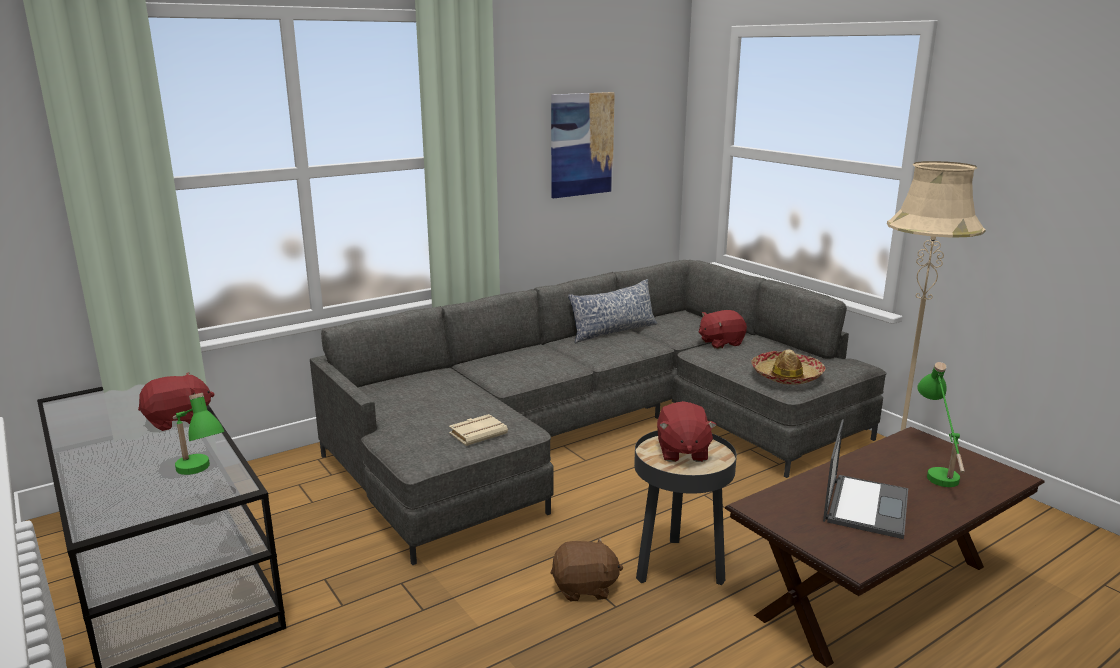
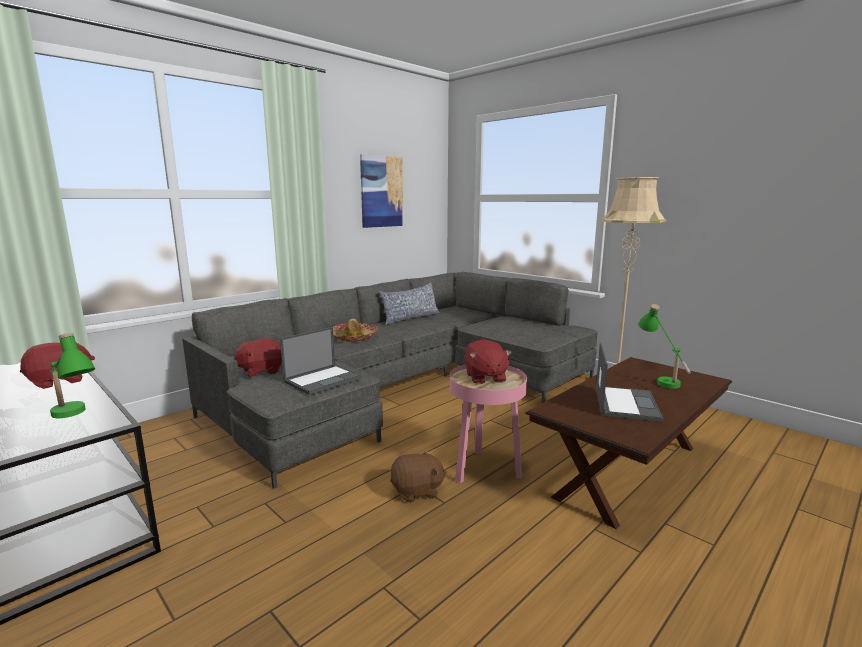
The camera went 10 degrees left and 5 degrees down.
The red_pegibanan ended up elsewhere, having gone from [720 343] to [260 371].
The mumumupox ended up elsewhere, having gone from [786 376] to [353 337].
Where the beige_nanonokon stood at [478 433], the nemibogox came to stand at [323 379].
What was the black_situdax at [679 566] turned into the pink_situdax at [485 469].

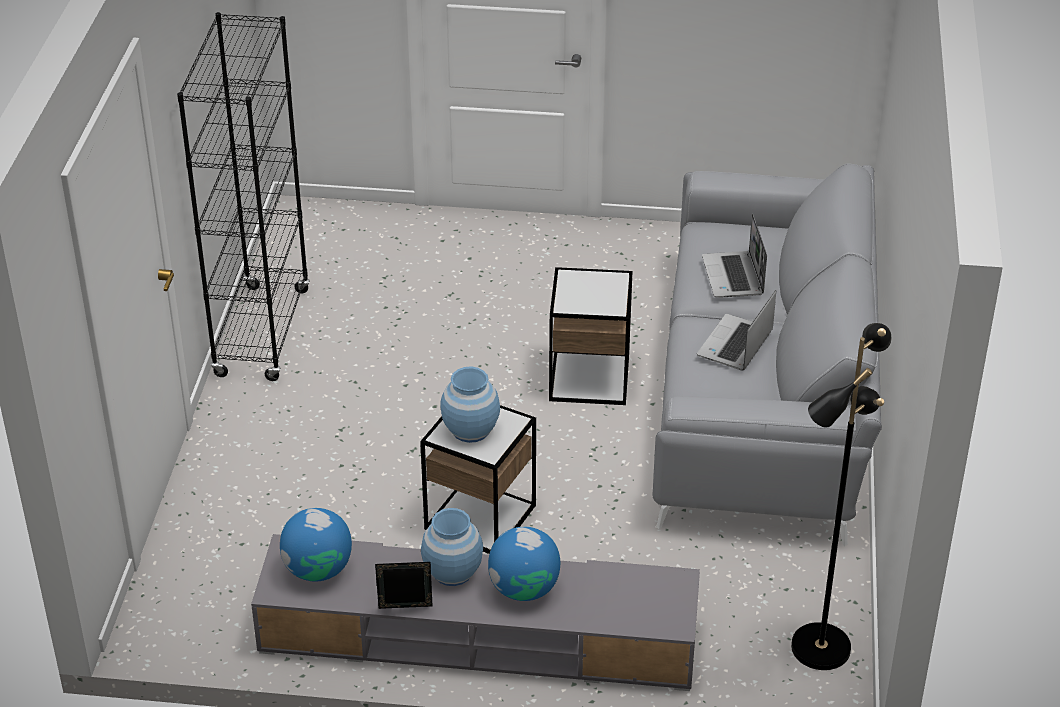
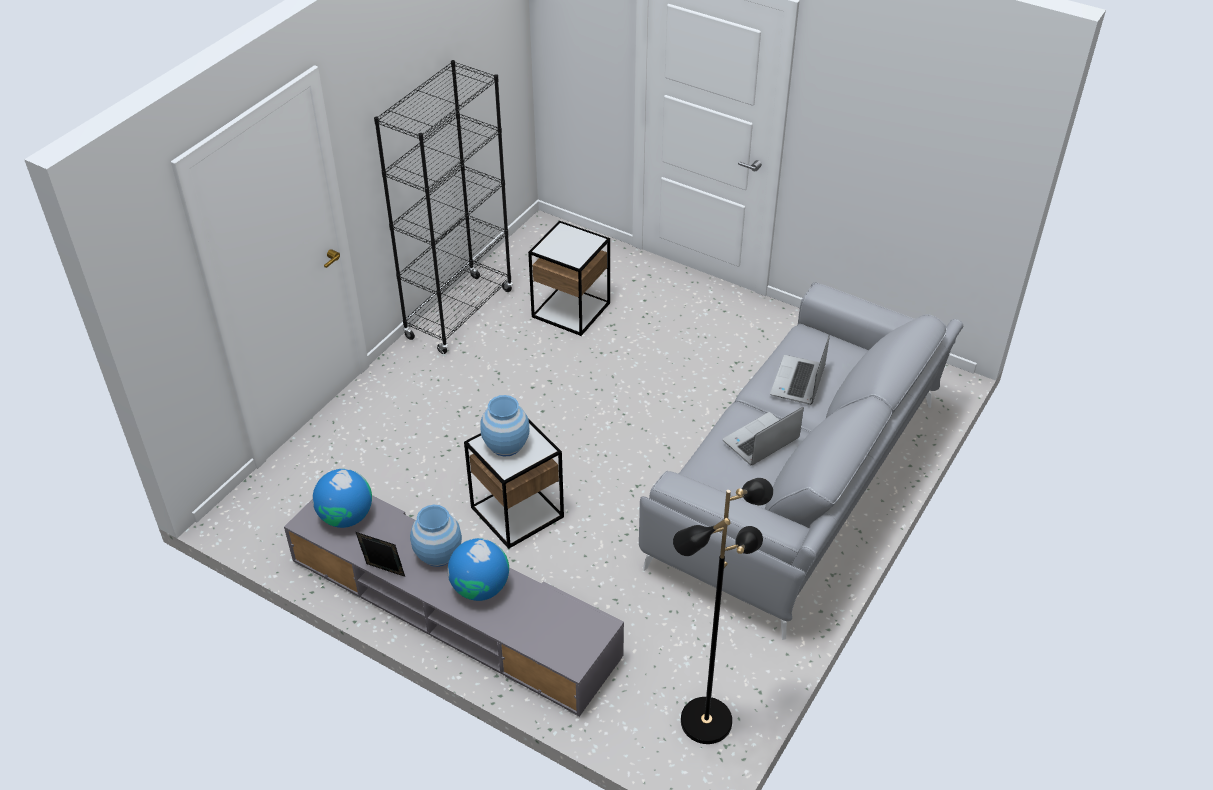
The camera went 25 degrees right and 5 degrees up.
The situdax ended up elsewhere, having gone from [589 378] to [571 310].

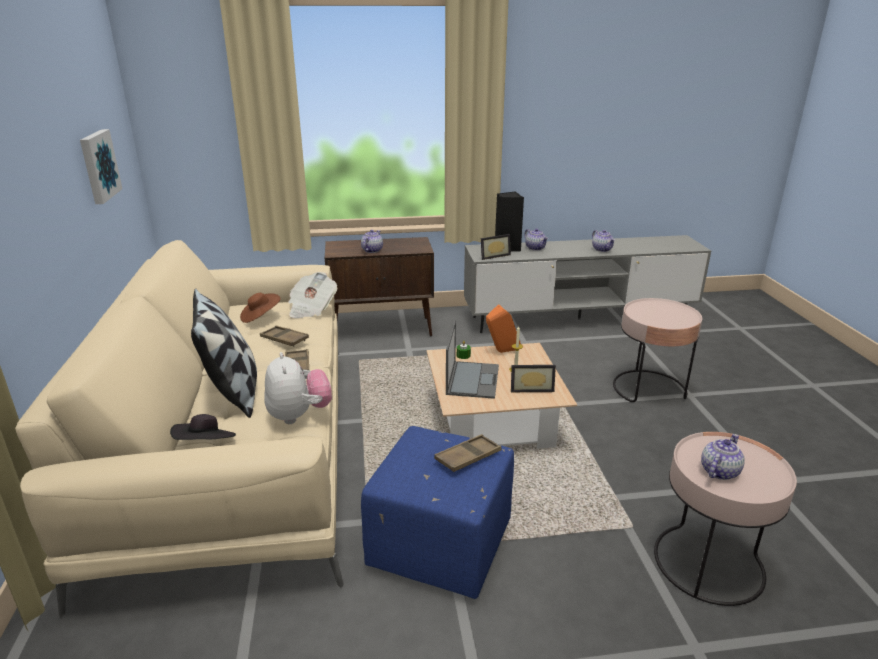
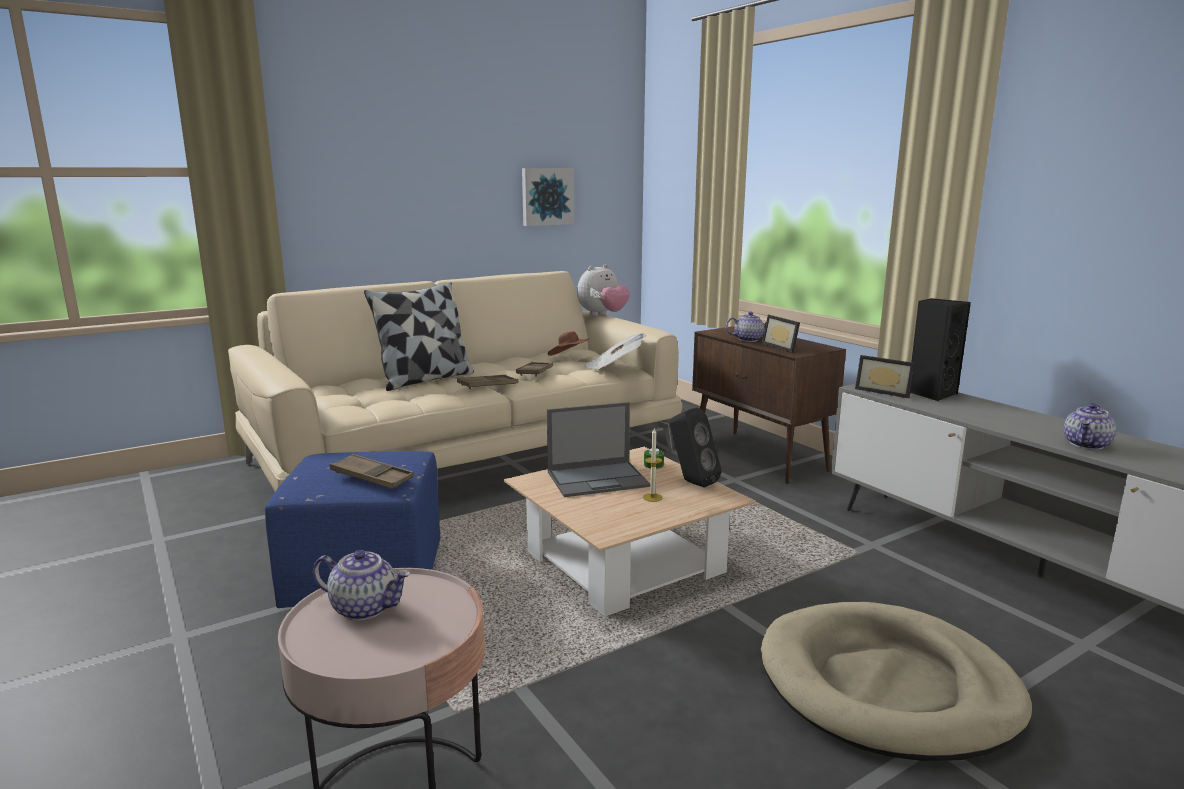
The camera went 65 degrees right and 10 degrees down.
The second view lost the black_mumumupox at [206 445].
The second view lost the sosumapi at [535 248].
The pegibanan ended up elsewhere, having gone from [299 415] to [602 315].
The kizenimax ended up elsewhere, having gone from [531 388] to [783 347].
Where the pink_situdax stood at [649 388], the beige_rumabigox came to stand at [887 686].
What was the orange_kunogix at [501 352] turned into the black_kunogix at [691 482].

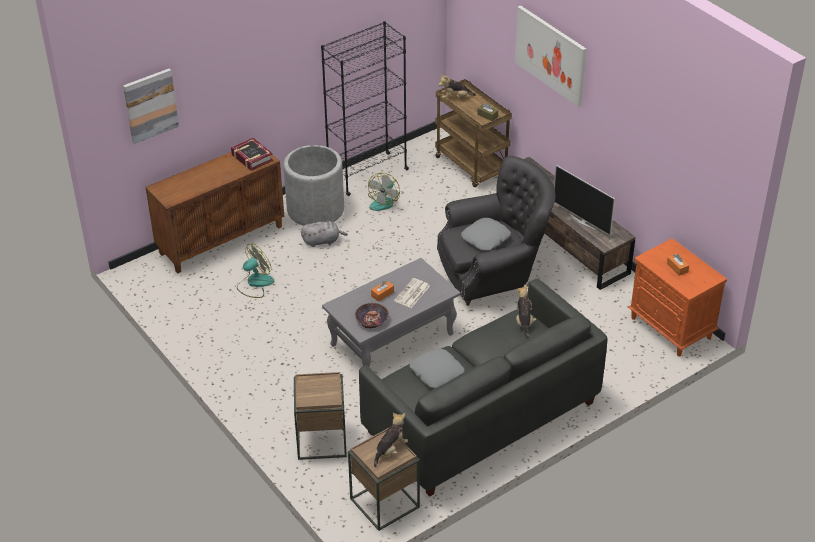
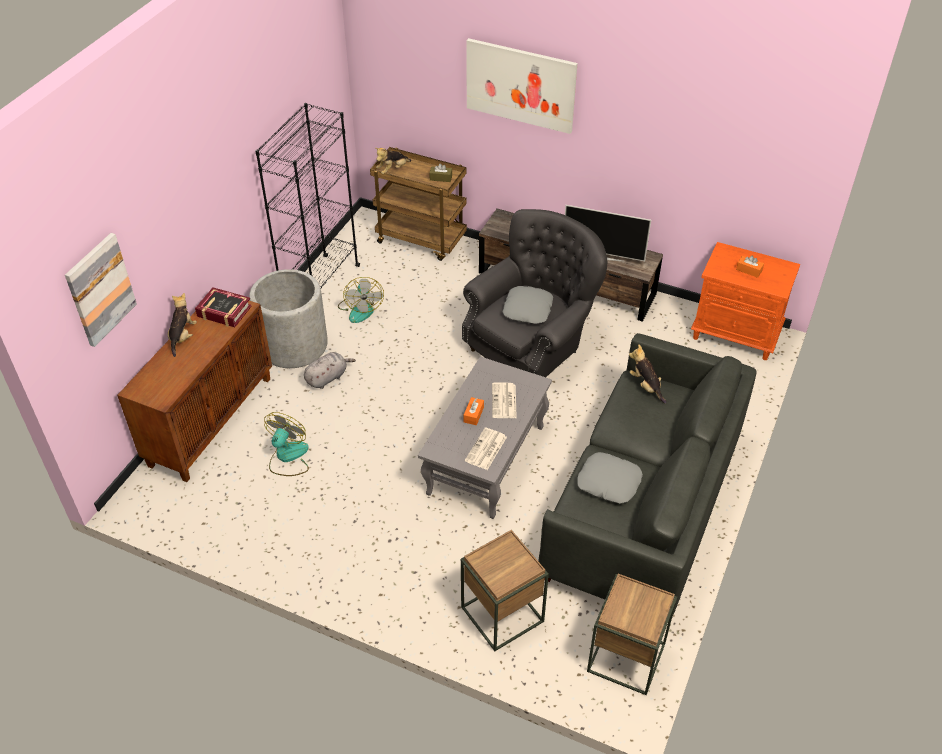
The camera went 30 degrees left and 5 degrees up.
The pegibanan ended up elsewhere, having gone from [390 450] to [182 336].
Where the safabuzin stood at [371 320], the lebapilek came to stand at [486 449].

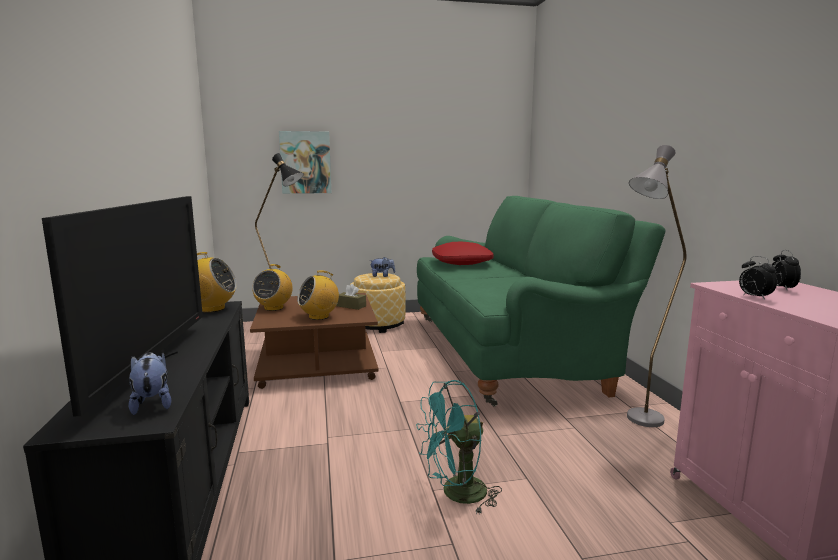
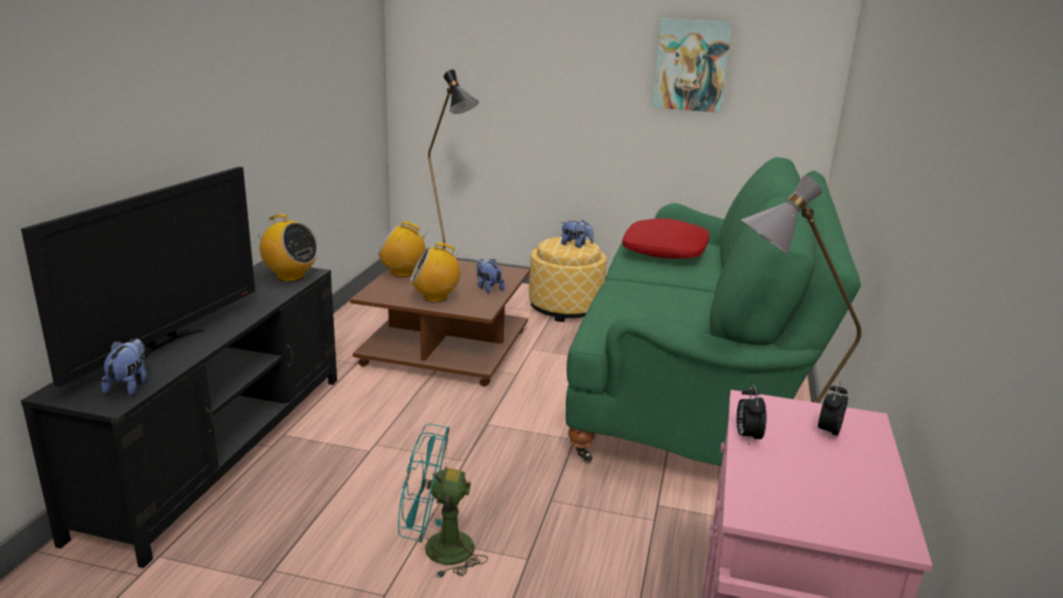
The camera went 25 degrees right and 10 degrees up.
The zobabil ended up elsewhere, having gone from [305 162] to [691 65].
Where the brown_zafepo stood at [351 306], the pegibanan came to stand at [488 288].
The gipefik at [274 308] ended up facing another way, 60 degrees clockwise from before.

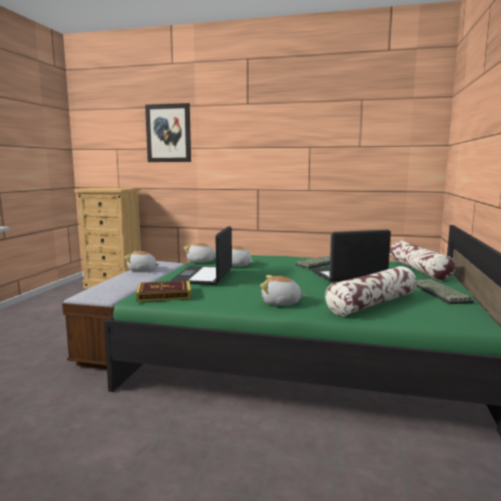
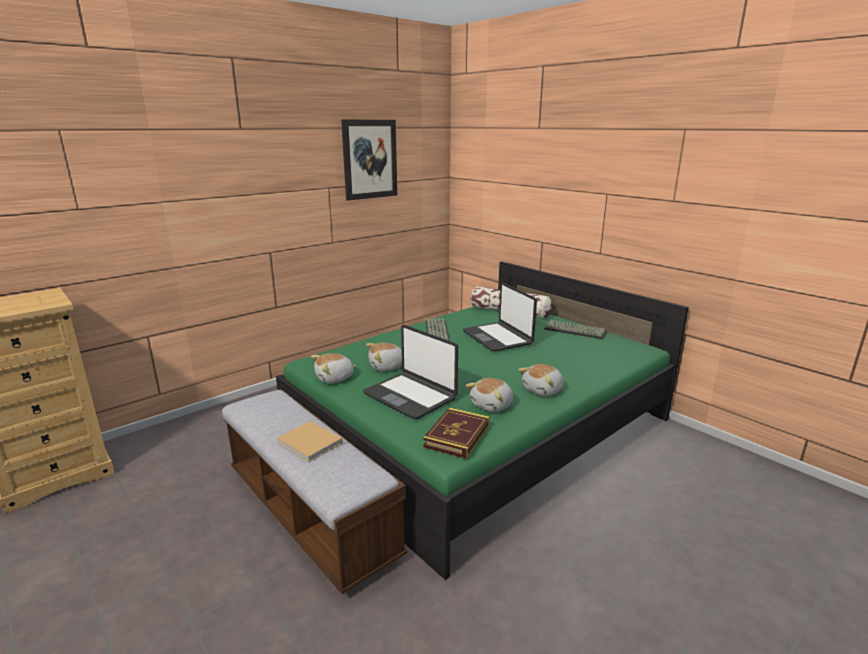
The camera went 55 degrees left and 10 degrees up.
The second view lost the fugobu at [372 304].
The second view gained the beige_nanonokon at [310 444].
The pegibanan ended up elsewhere, having gone from [142 270] to [492 405].
The zobabil ended up elsewhere, having gone from [168 133] to [370 159].
The nemibogox at [348 275] ended up facing another way, 45 degrees counterclockwise from before.

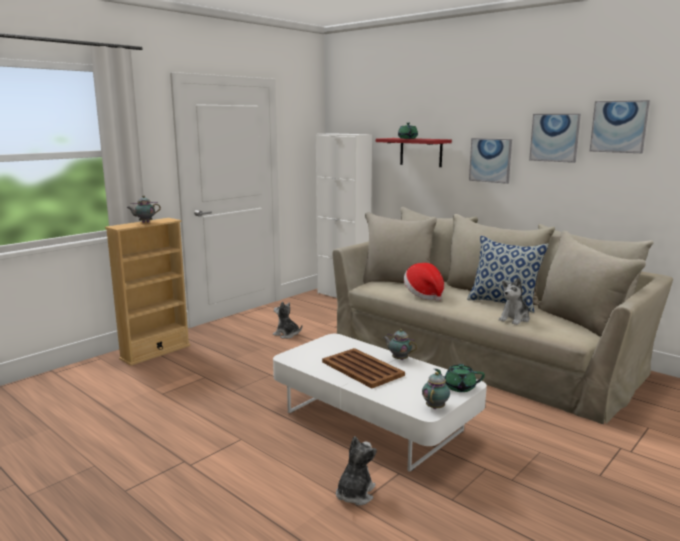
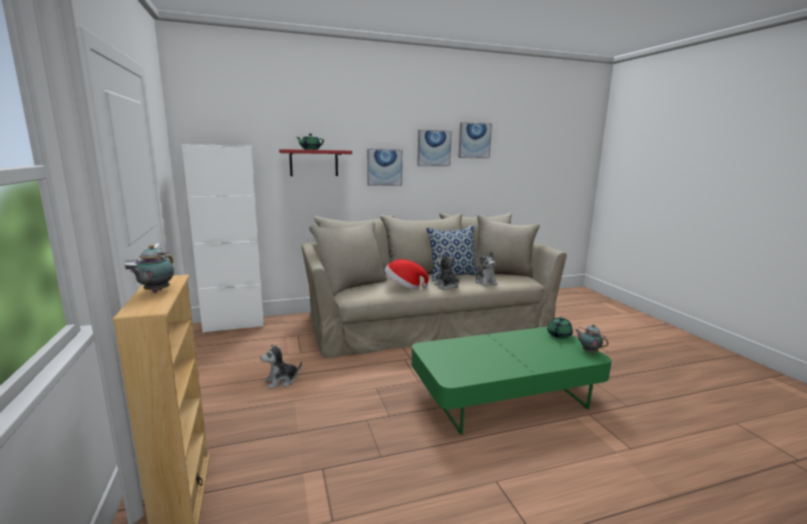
The camera went 60 degrees left and 0 degrees up.
The second view lost the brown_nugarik at [362 368].
The second view lost the sosumapi at [399 359].
The pegibanan ended up elsewhere, having gone from [355 494] to [447 287].
What was the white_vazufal at [373 421] turned into the green_vazufal at [505 397].

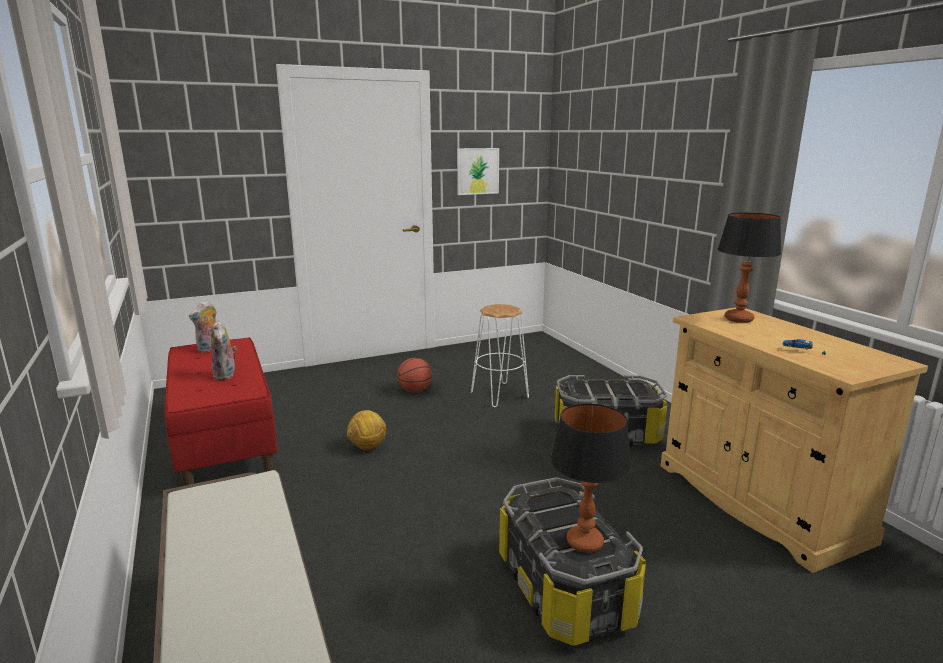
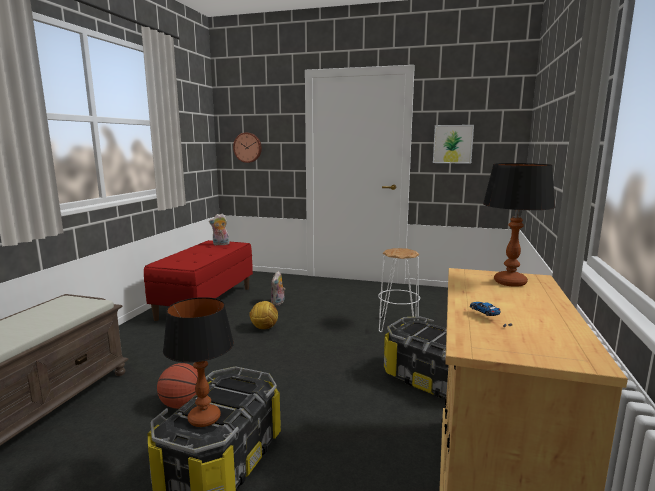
The camera went 40 degrees right and 5 degrees down.
The second view gained the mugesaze at [248 147].
The pegibanan ended up elsewhere, having gone from [226 375] to [278 303].
The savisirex ended up elsewhere, having gone from [415 391] to [181 404].

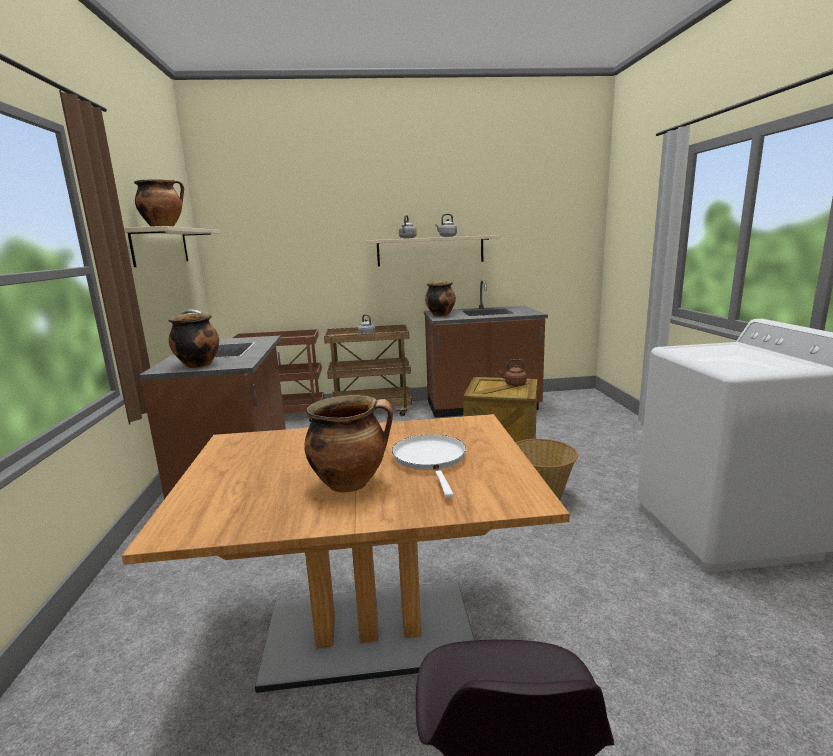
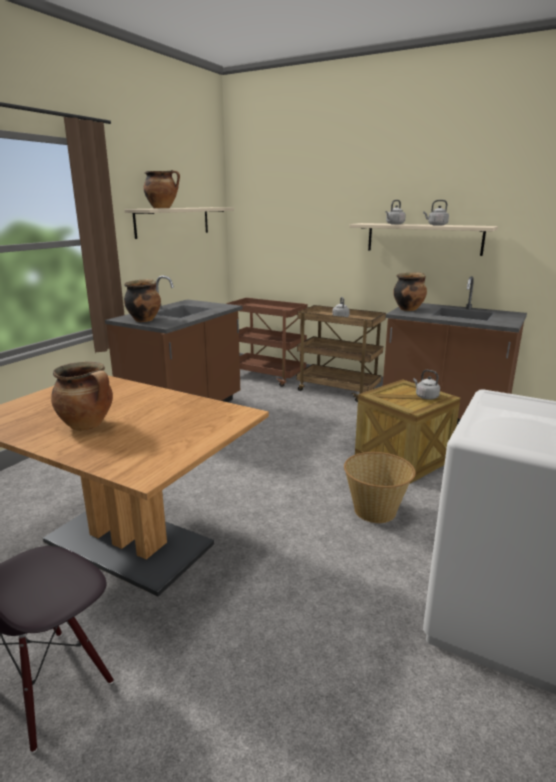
The camera went 35 degrees right and 5 degrees up.
The second view lost the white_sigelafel at [430 459].
What was the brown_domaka at [514 384] turned into the grey_domaka at [425 397].

